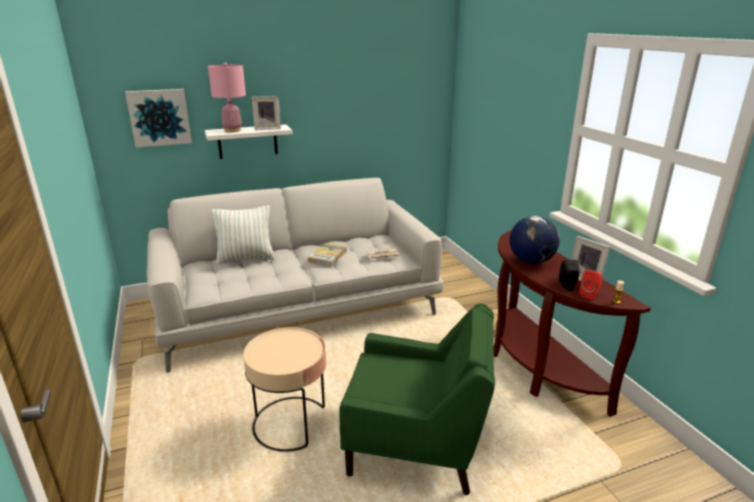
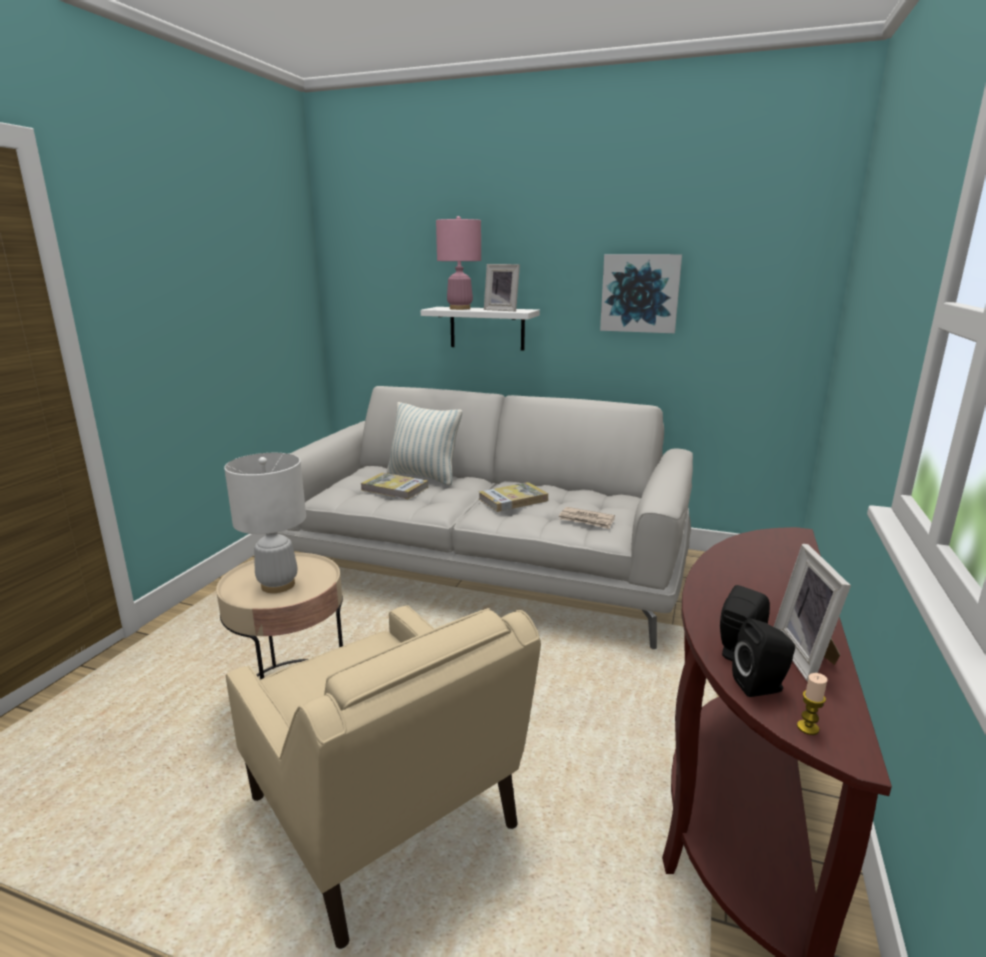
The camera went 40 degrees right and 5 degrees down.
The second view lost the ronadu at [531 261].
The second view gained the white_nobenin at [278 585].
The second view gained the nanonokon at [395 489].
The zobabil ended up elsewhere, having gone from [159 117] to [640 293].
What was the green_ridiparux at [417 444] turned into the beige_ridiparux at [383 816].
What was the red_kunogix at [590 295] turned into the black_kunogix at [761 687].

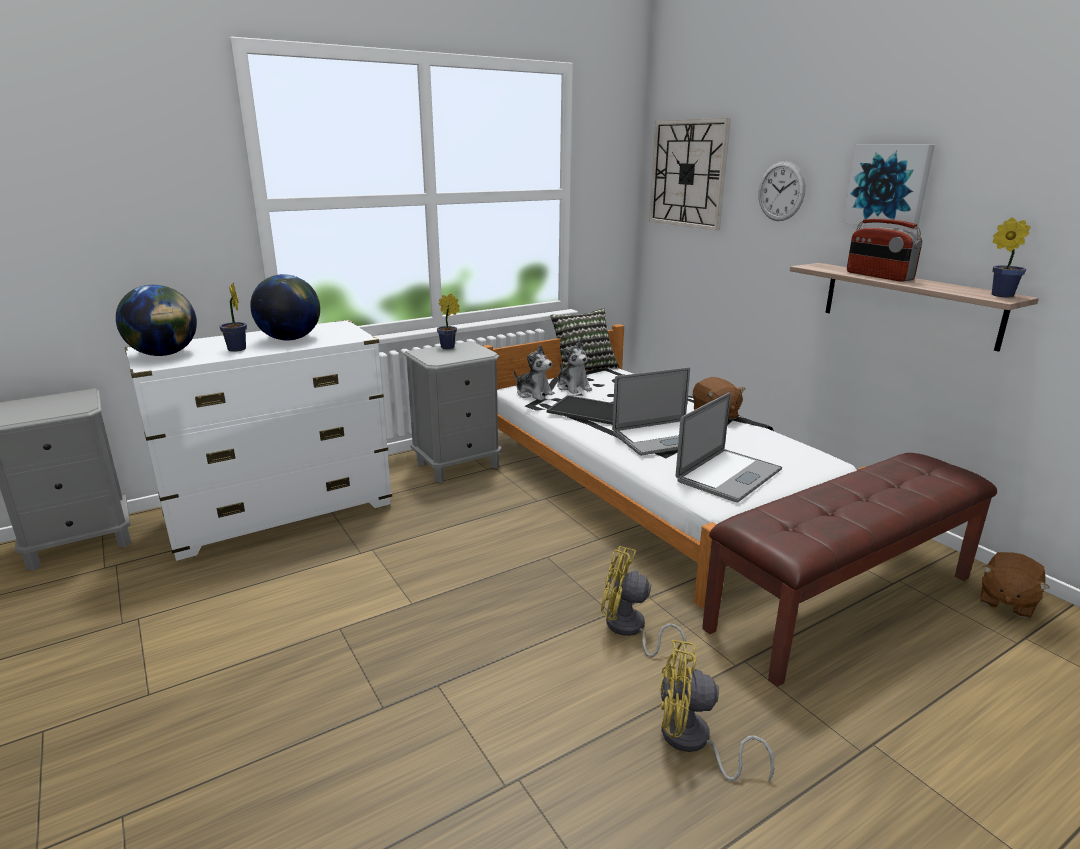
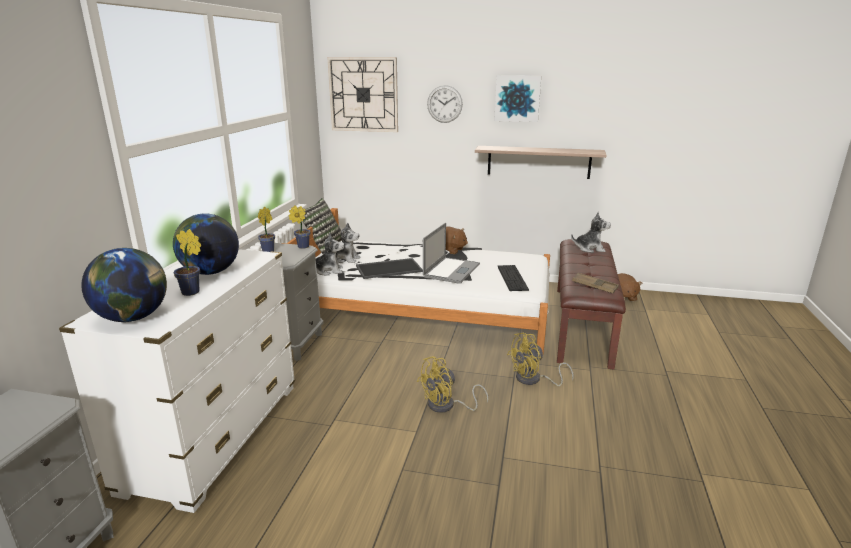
The camera went 45 degrees left and 0 degrees up.
The second view lost the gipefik at [878 276].
The second view gained the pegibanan at [589 249].
The second view gained the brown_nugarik at [594 286].
The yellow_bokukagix ended up elsewhere, having gone from [693 742] to [447 406].
The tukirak ended up elsewhere, having gone from [999 295] to [301 247].
Where the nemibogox stood at [728 475], the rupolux came to stand at [512 277].

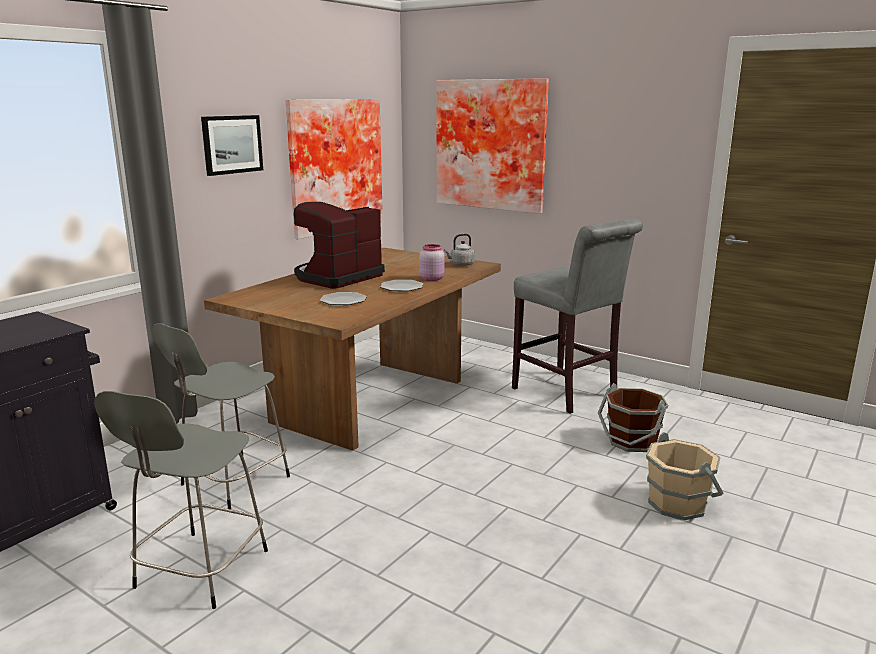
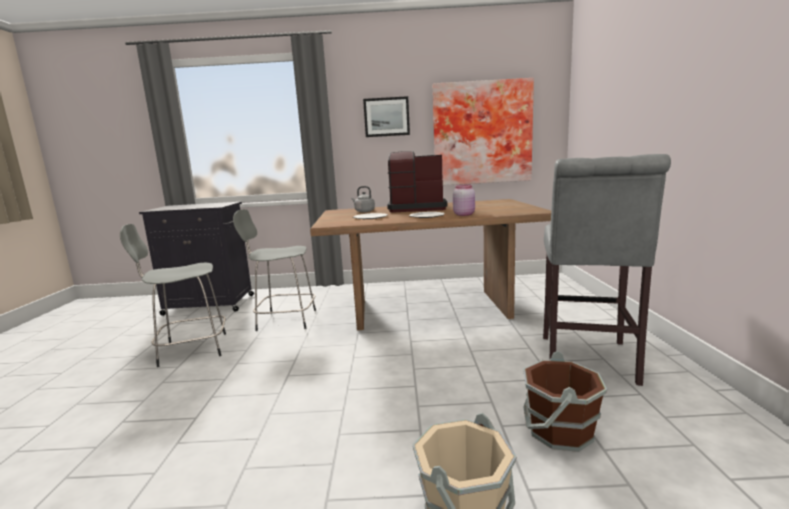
The camera went 55 degrees right and 5 degrees down.
The second view lost the zobabil at [492 145].
The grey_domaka ended up elsewhere, having gone from [461 264] to [363 211].

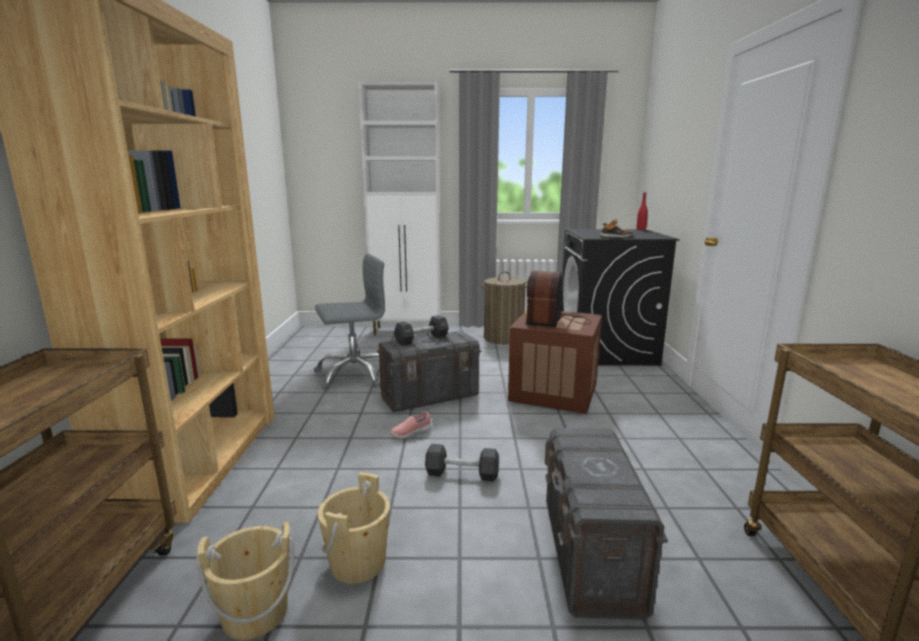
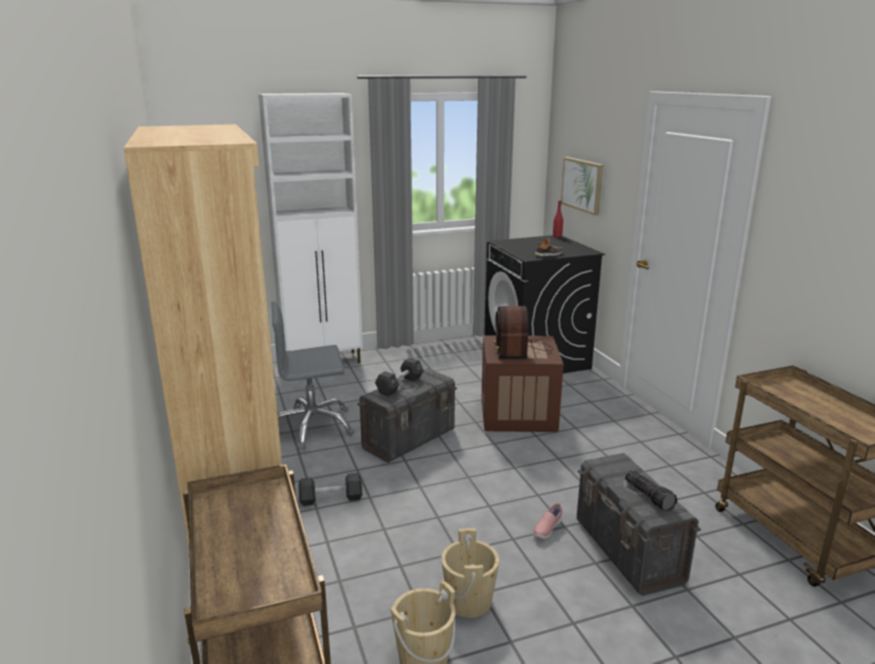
The camera went 20 degrees left and 5 degrees up.
The second view lost the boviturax at [503 338].
The second view gained the zobabil at [582 185].
The second view gained the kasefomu at [649 496].
The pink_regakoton ended up elsewhere, having gone from [410 433] to [547 529].
The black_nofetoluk ended up elsewhere, having gone from [462 474] to [331 498].
The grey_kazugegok at [354 374] ended up facing another way, 150 degrees counterclockwise from before.

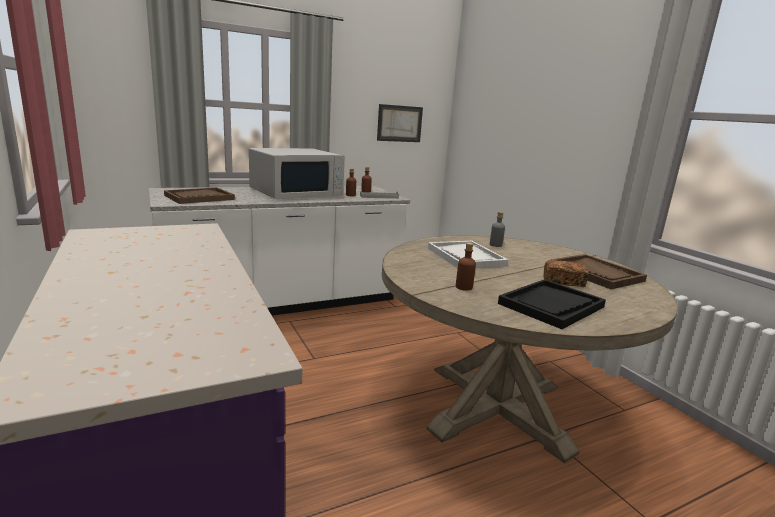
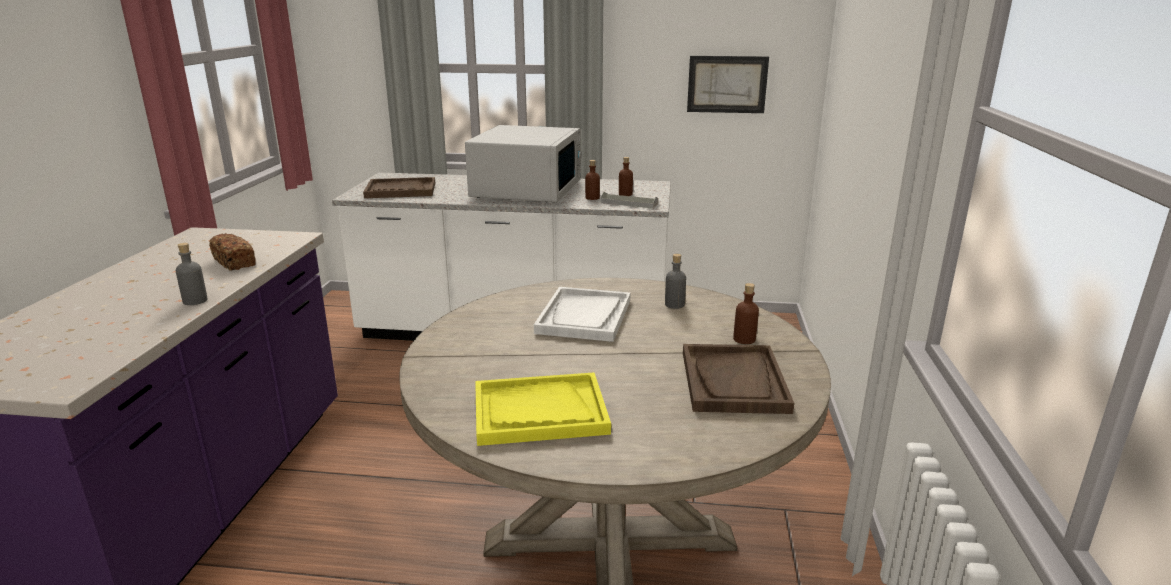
The camera went 35 degrees right and 5 degrees up.
The second view gained the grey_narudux at [195 301].
The brown_narudux ended up elsewhere, having gone from [464 287] to [744 339].
The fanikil ended up elsewhere, having gone from [563 282] to [234 262].
What was the black_nugarik at [551 305] turned into the yellow_nugarik at [539 412].
The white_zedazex at [296 193] ended up facing another way, 75 degrees counterclockwise from before.

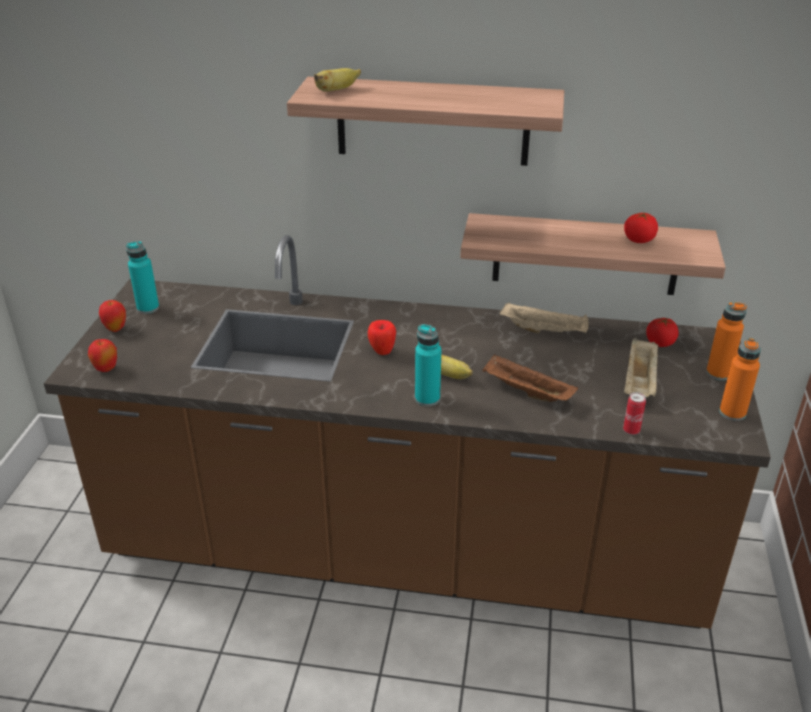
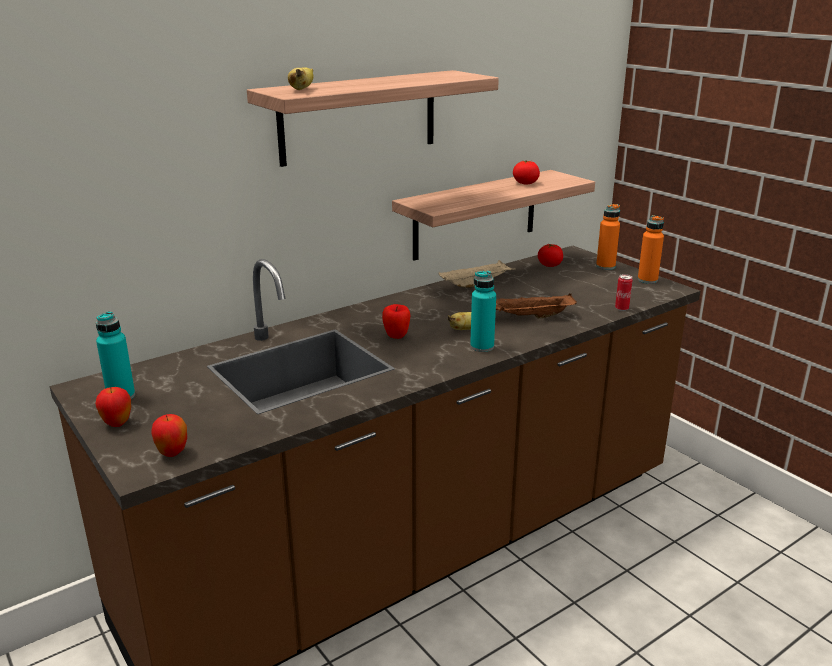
The camera went 45 degrees left and 10 degrees down.
The second view lost the beige_nugarik at [640 382].

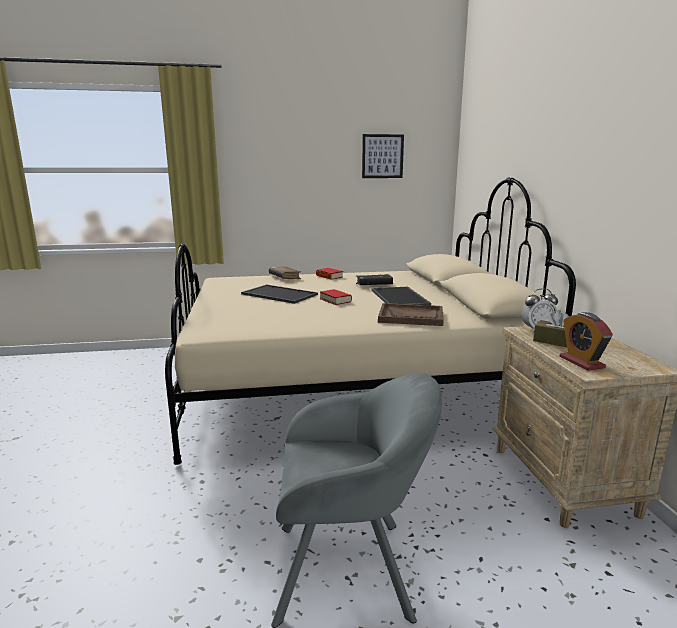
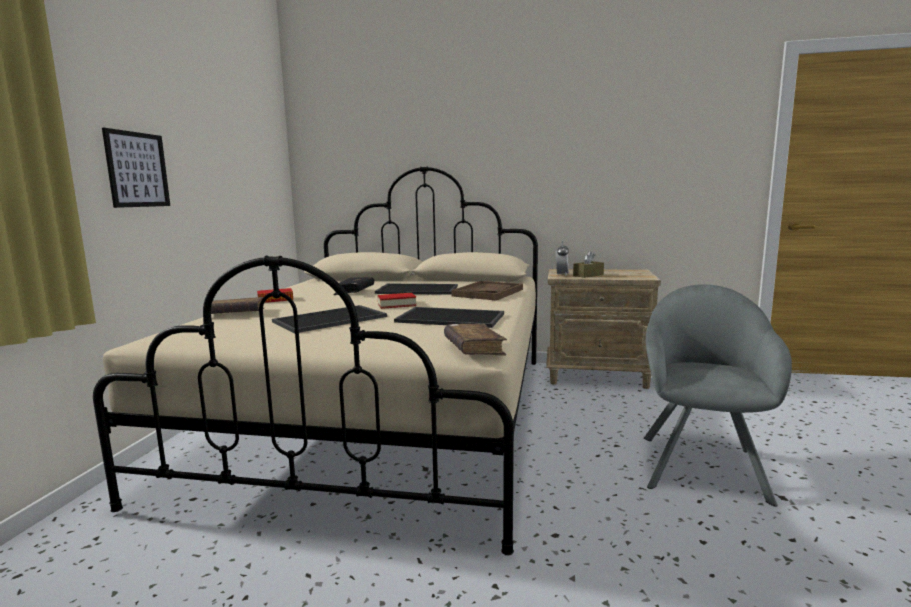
The camera went 70 degrees left and 5 degrees down.
The second view lost the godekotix at [581 362].
The second view gained the nugarik at [452 317].
The second view gained the brown_nanonokon at [474 348].
The zobabil ended up elsewhere, having gone from [382 156] to [137 169].

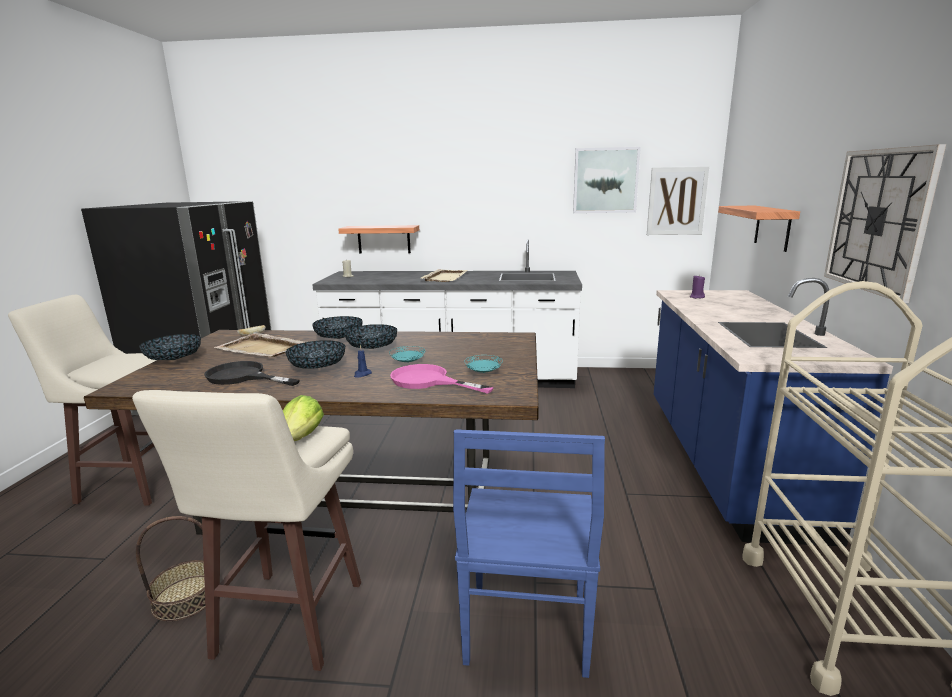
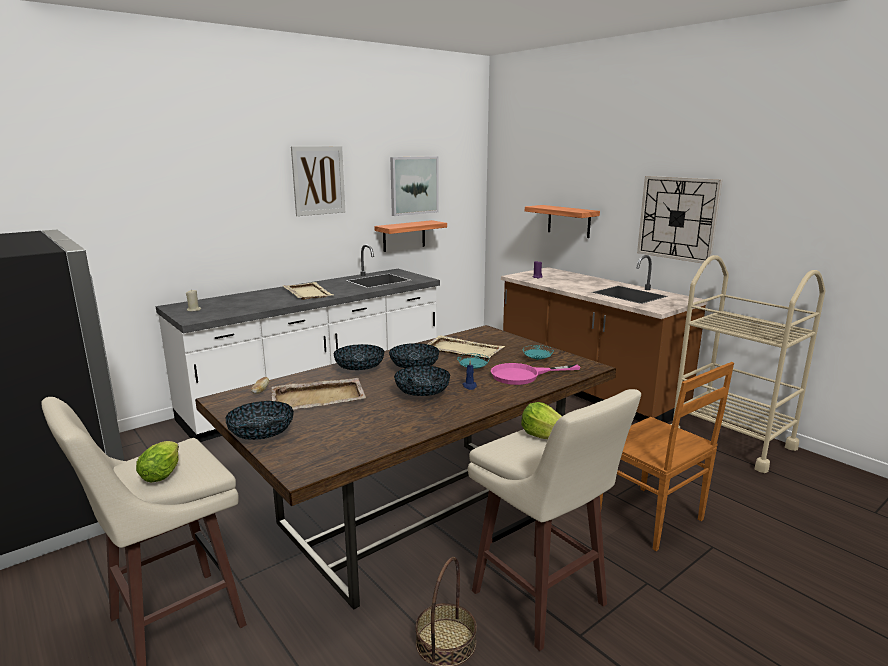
The camera went 45 degrees left and 0 degrees up.
The second view lost the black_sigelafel at [243 377].
The second view gained the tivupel at [163 473].
The second view gained the beige_nugarik at [462 350].
The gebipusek ended up elsewhere, having gone from [384 239] to [404 236].
The zobabil ended up elsewhere, having gone from [676 201] to [318 180].
What was the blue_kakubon at [526 630] turned into the brown_kakubon at [651 519].
What was the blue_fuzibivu at [724 461] turned into the brown_fuzibivu at [587 390].

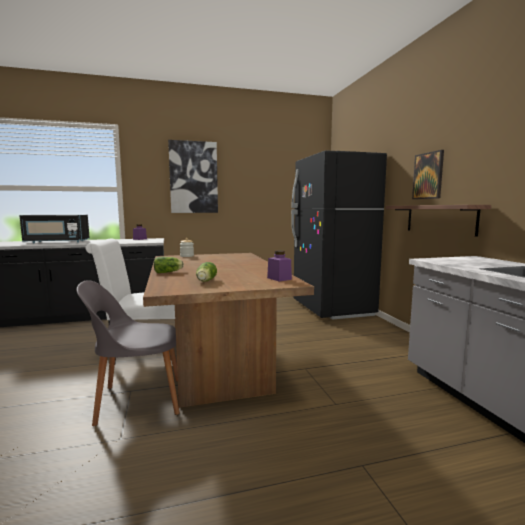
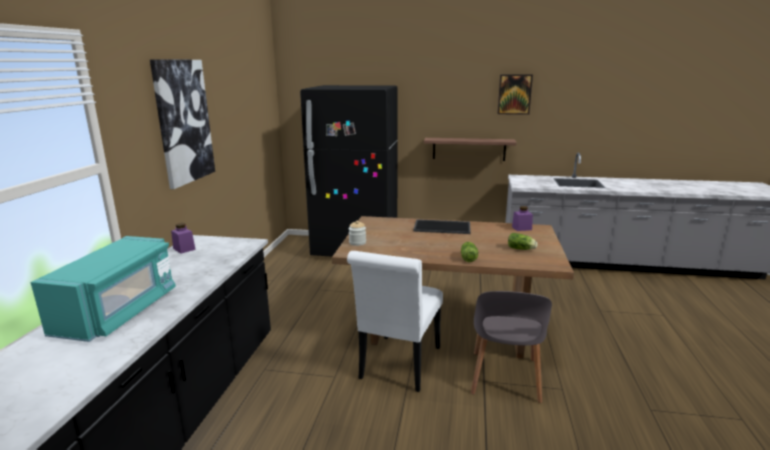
The camera went 65 degrees left and 10 degrees up.
The second view gained the nugarik at [443 227].
The zobabil ended up elsewhere, having gone from [428 176] to [514 94].
What was the black_zedazex at [56 242] turned into the turquoise_zedazex at [119 312].

